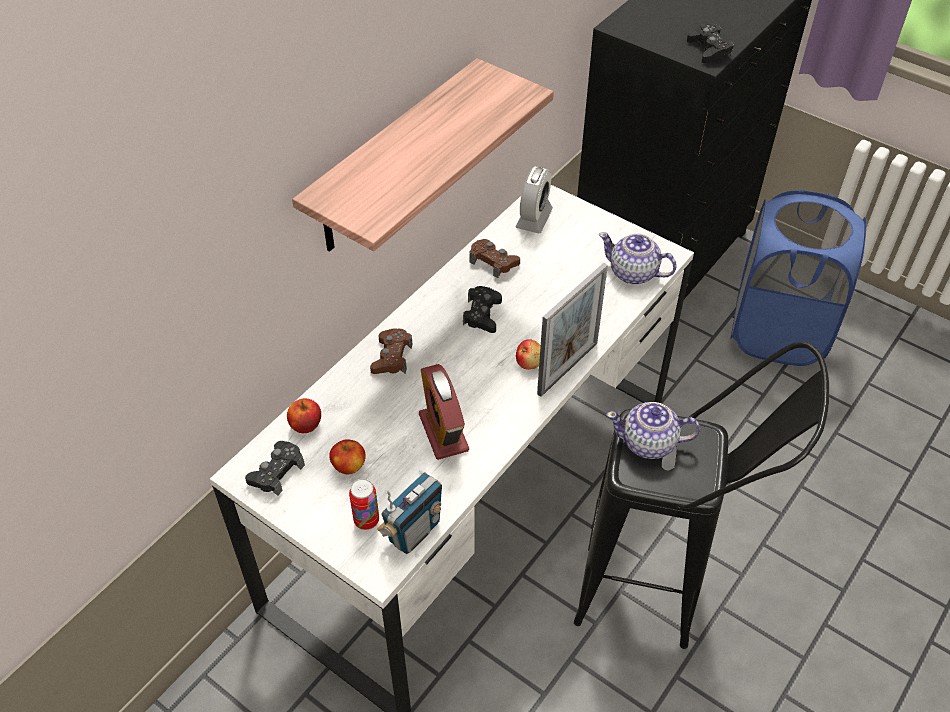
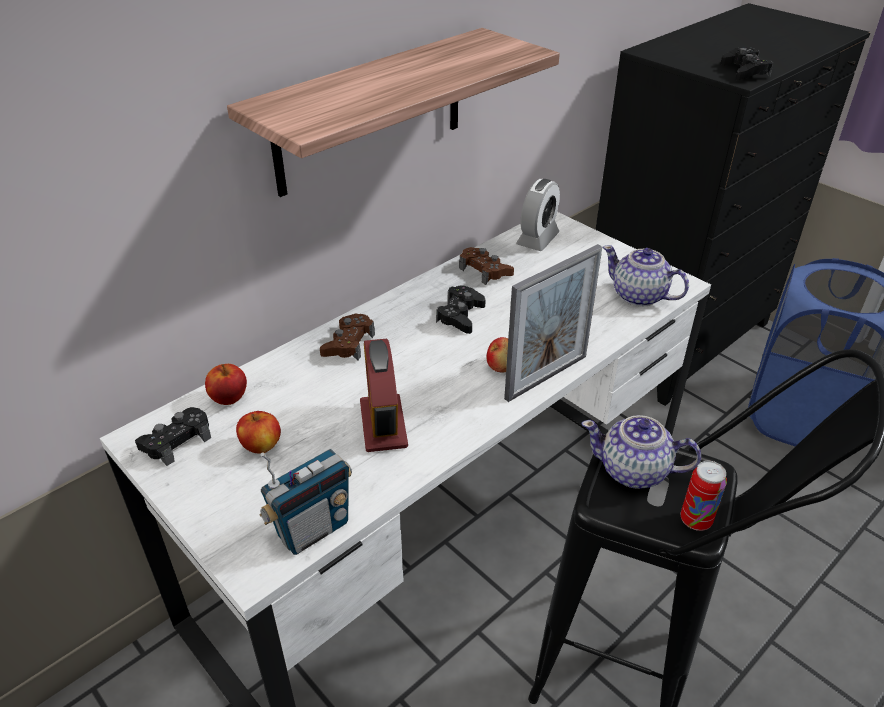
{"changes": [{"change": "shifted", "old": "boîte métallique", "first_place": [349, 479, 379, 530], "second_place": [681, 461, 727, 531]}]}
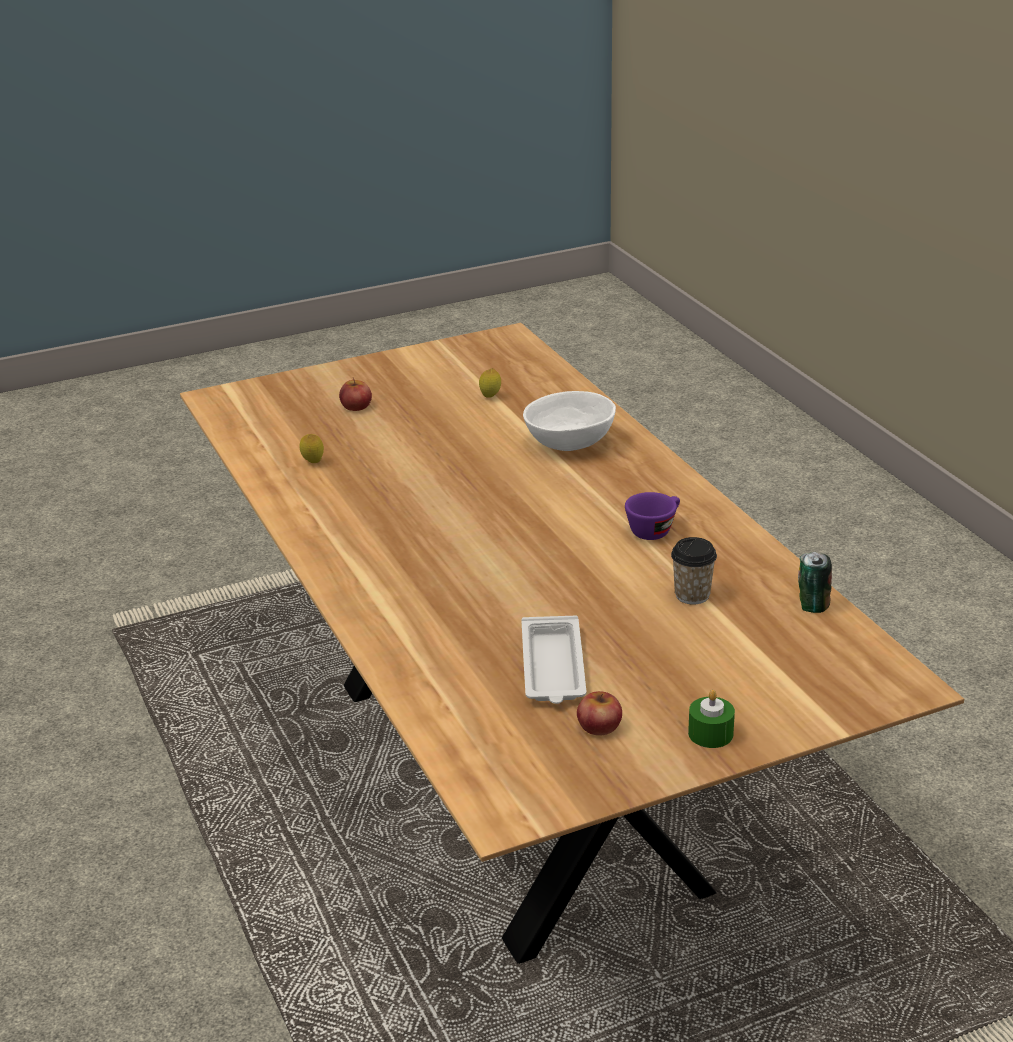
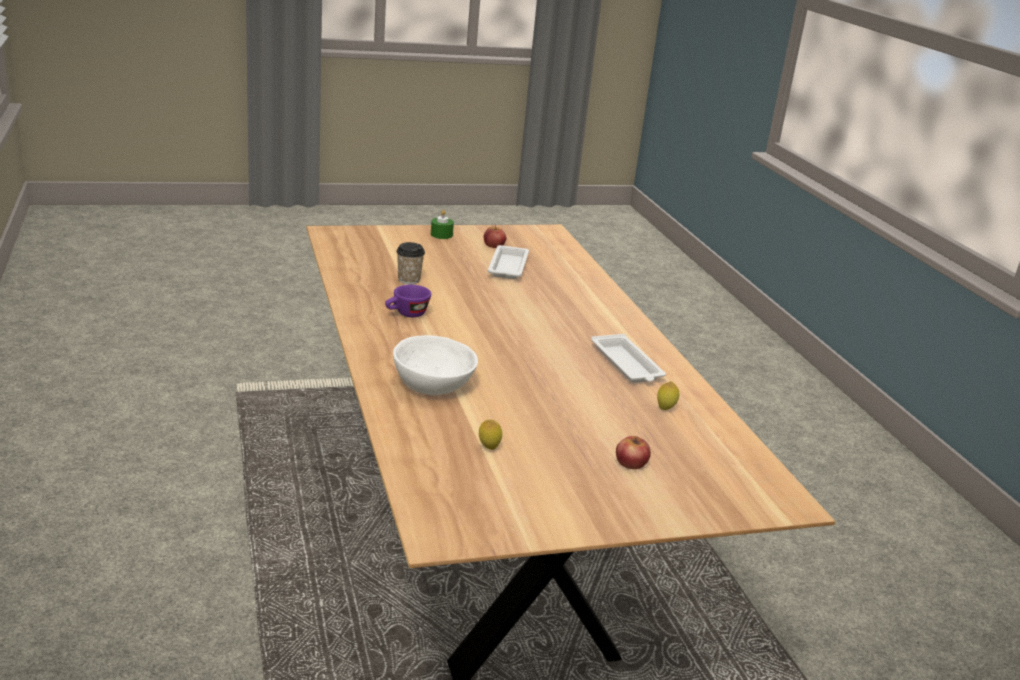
{"changes": [{"change": "gone", "old": "boîte métallique", "first_place": [798, 552, 832, 613]}, {"change": "new", "new": "plateau [blanc]", "second_place": [591, 334, 666, 383]}]}
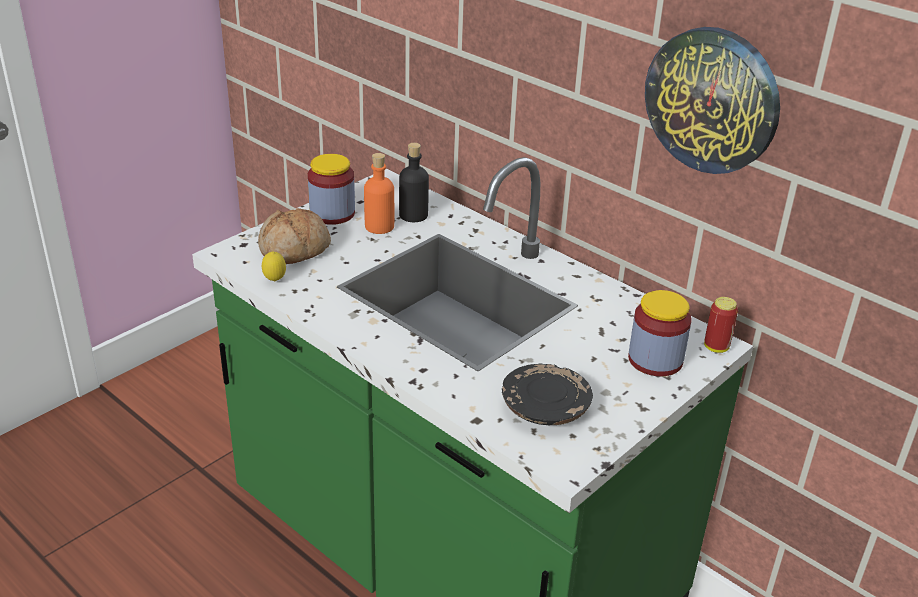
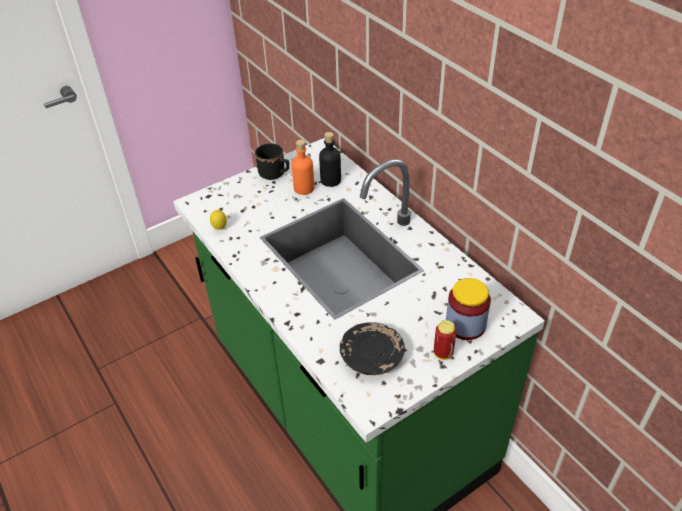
{"changes": [{"change": "gone", "old": "horloge murale", "first_place": [645, 27, 780, 174]}, {"change": "swapped", "old": "bocal", "new": "mug [noir]", "first_place": [308, 154, 355, 225], "second_place": [255, 143, 289, 180]}, {"change": "gone", "old": "pain", "first_place": [258, 208, 331, 264]}, {"change": "shifted", "old": "boîte métallique", "first_place": [704, 297, 738, 353], "second_place": [434, 320, 457, 360]}]}
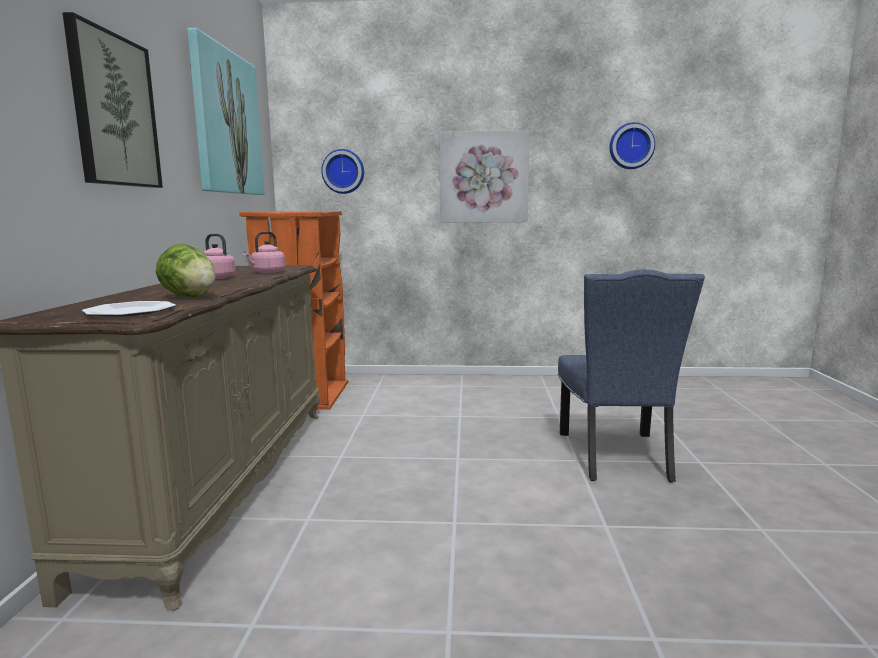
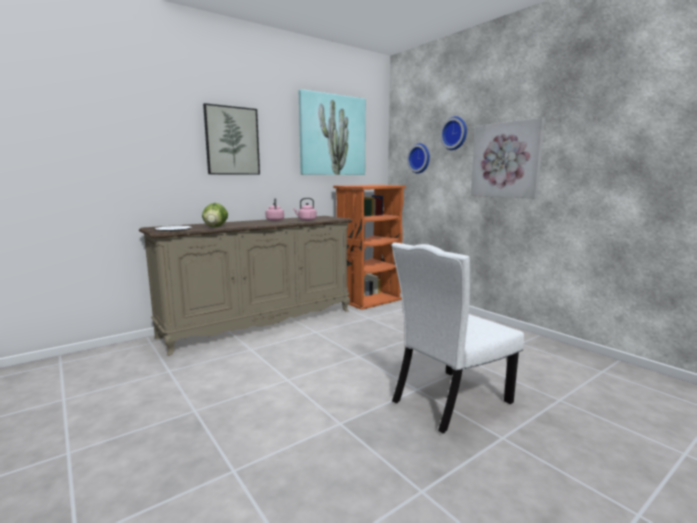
{"changes": [{"change": "shifted", "old": "horloge murale", "first_place": [610, 122, 655, 169], "second_place": [440, 116, 467, 150]}, {"change": "repainted", "old": "chaise [bleu]", "new": "chaise [blanc]", "first_place": [558, 269, 705, 483], "second_place": [392, 242, 524, 433]}]}
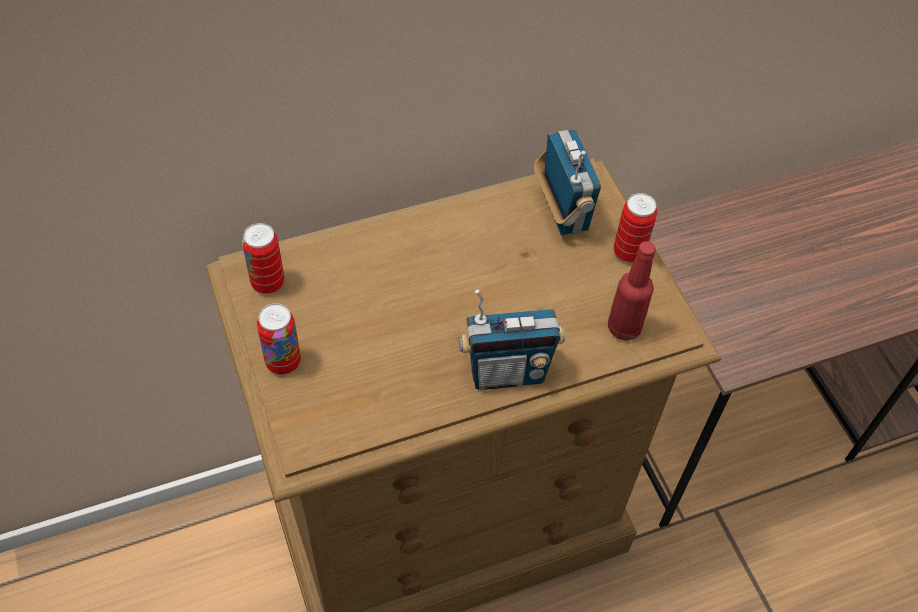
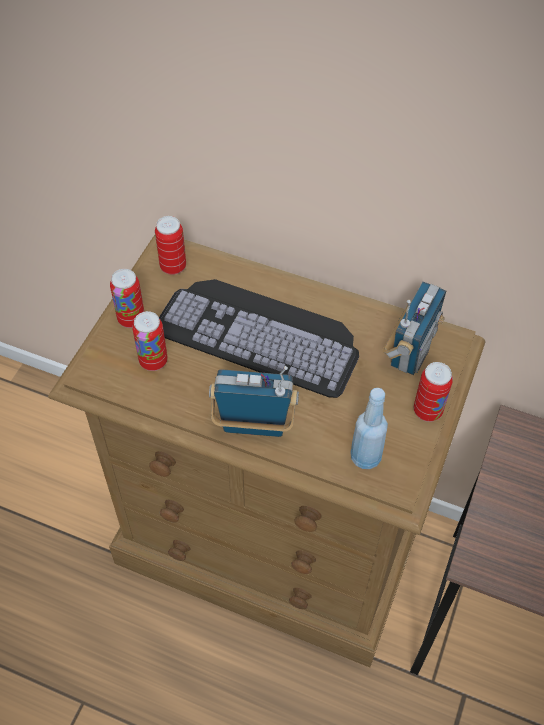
{"changes": [{"change": "repainted", "old": "bouteille [rouge]", "new": "bouteille [bleu]", "first_place": [608, 241, 656, 340], "second_place": [350, 388, 388, 469]}, {"change": "rotated", "old": "radio", "first_place": [459, 289, 565, 390], "second_place": [209, 366, 299, 437], "degrees": 150}, {"change": "new", "new": "clavier", "second_place": [159, 279, 359, 398]}, {"change": "new", "new": "boîte métallique", "second_place": [132, 311, 168, 371]}]}
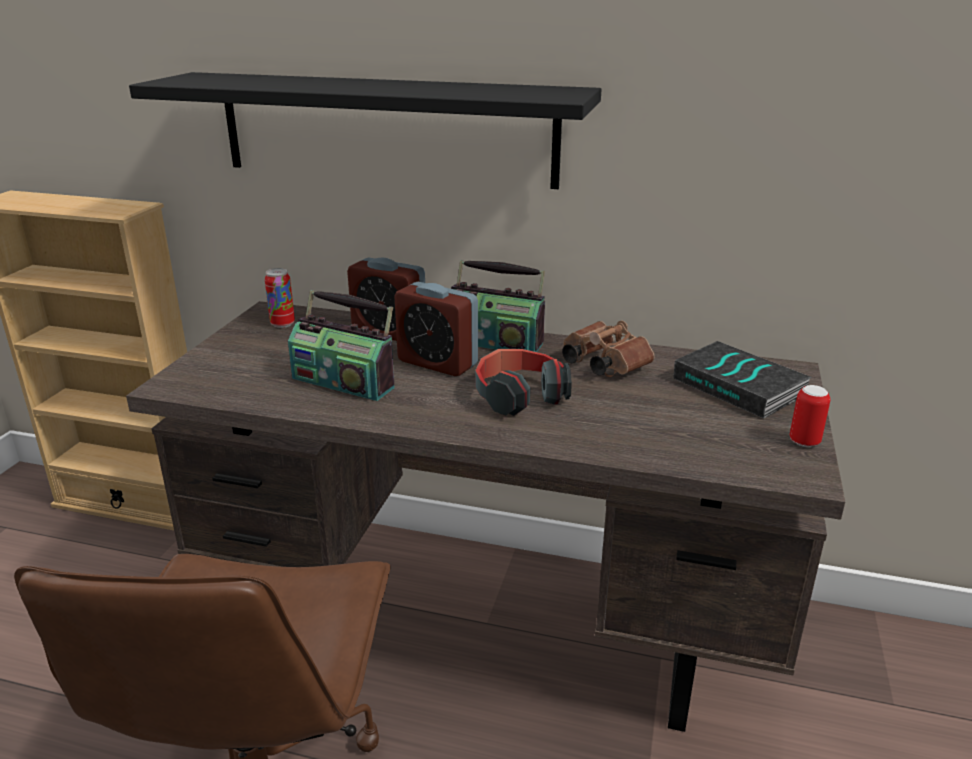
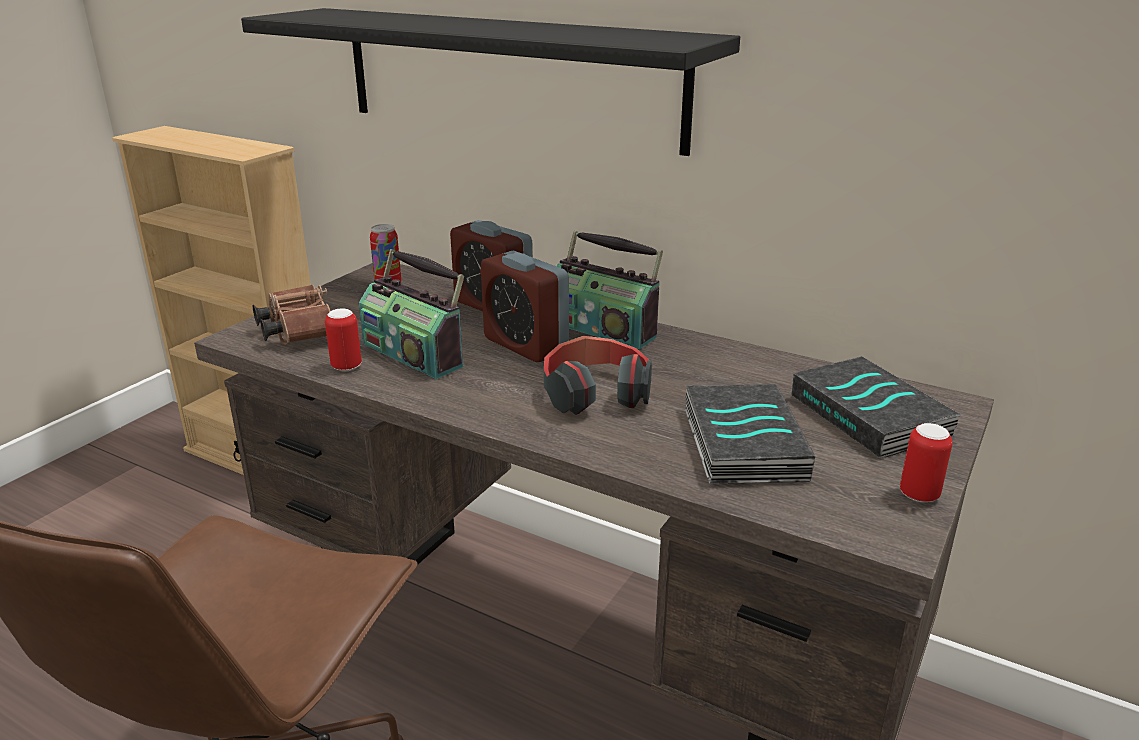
{"changes": [{"change": "shifted", "old": "jumelles [marron]", "first_place": [562, 321, 654, 377], "second_place": [253, 284, 330, 345]}, {"change": "new", "new": "boîte métallique", "second_place": [325, 308, 362, 371]}, {"change": "new", "new": "livre", "second_place": [685, 384, 815, 484]}]}
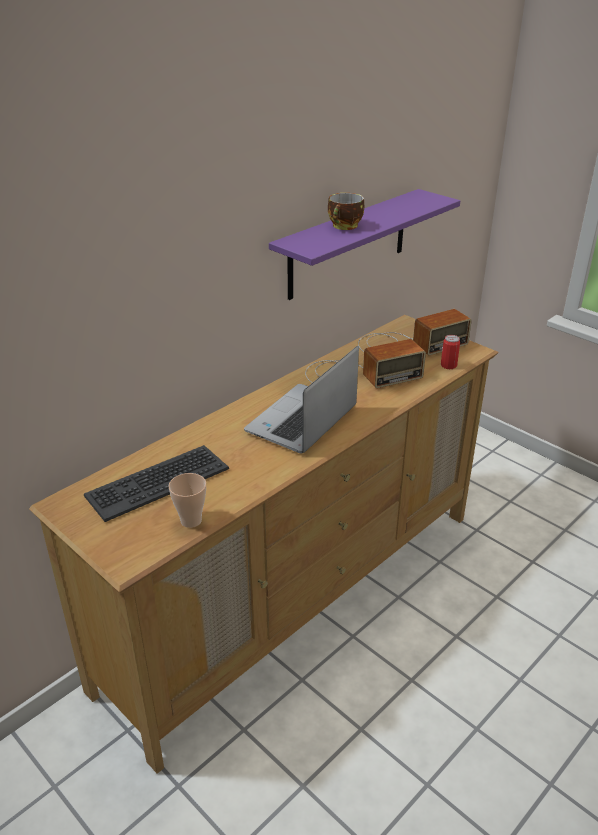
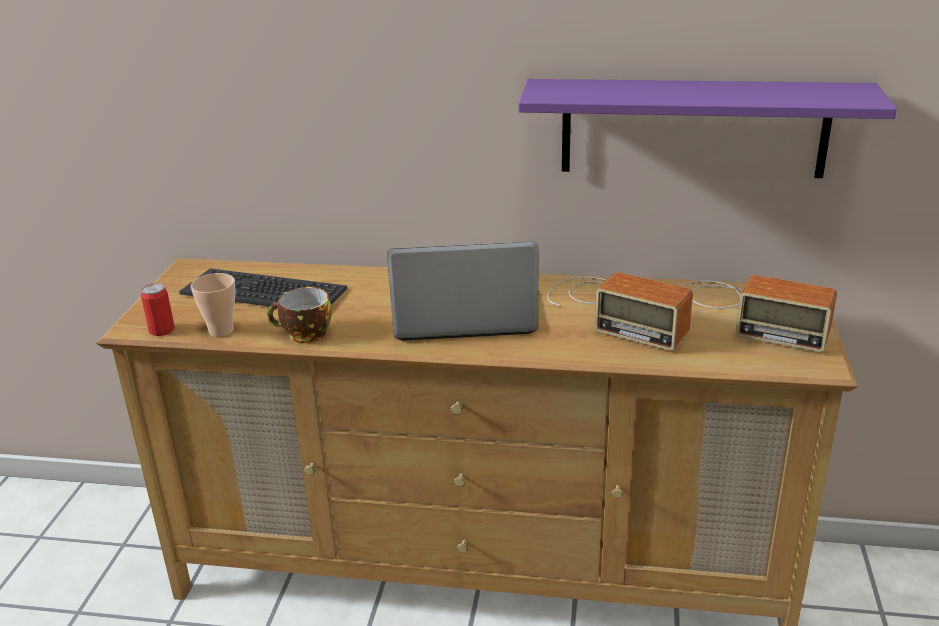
{"changes": [{"change": "shifted", "old": "tasse", "first_place": [328, 193, 364, 230], "second_place": [267, 287, 332, 343]}, {"change": "shifted", "old": "boîte métallique", "first_place": [441, 335, 460, 369], "second_place": [141, 283, 175, 336]}]}
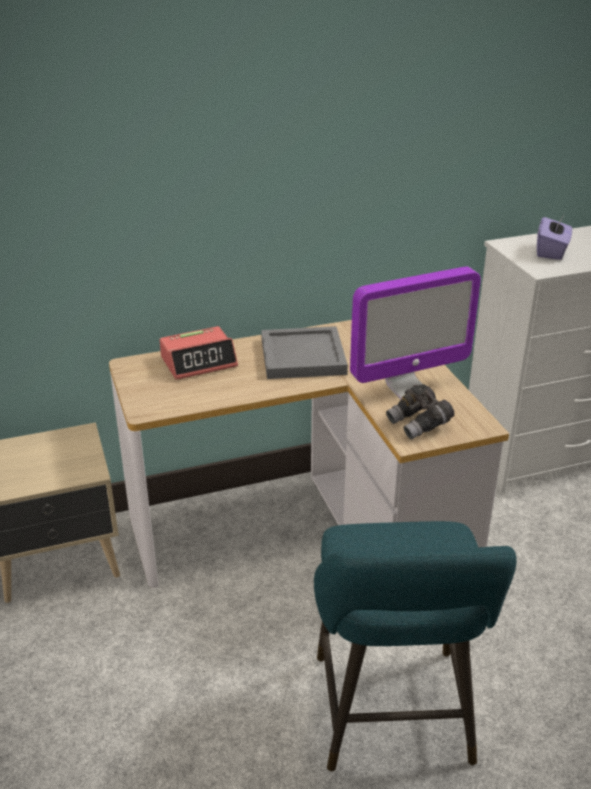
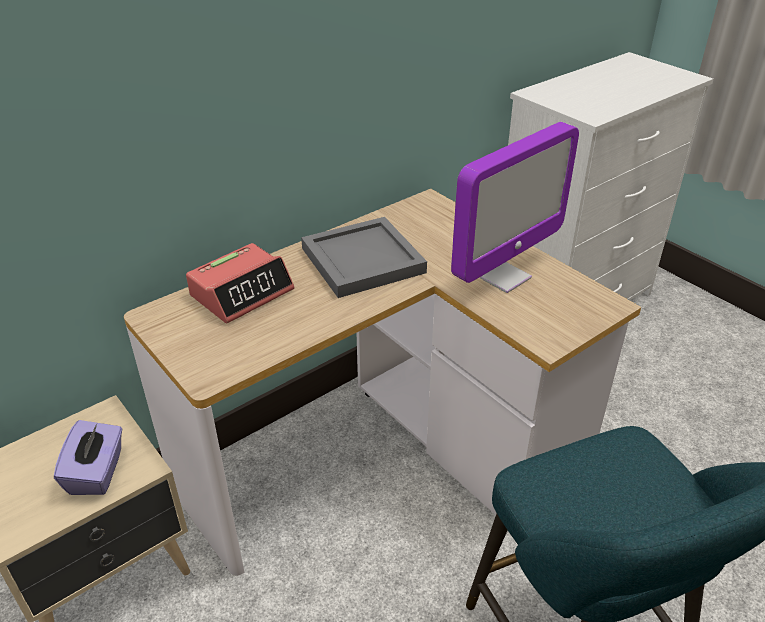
{"changes": [{"change": "shifted", "old": "boîte à mouchoirs [violet]", "first_place": [537, 215, 573, 260], "second_place": [54, 420, 122, 495]}, {"change": "gone", "old": "jumelles [gris]", "first_place": [386, 384, 454, 440]}]}
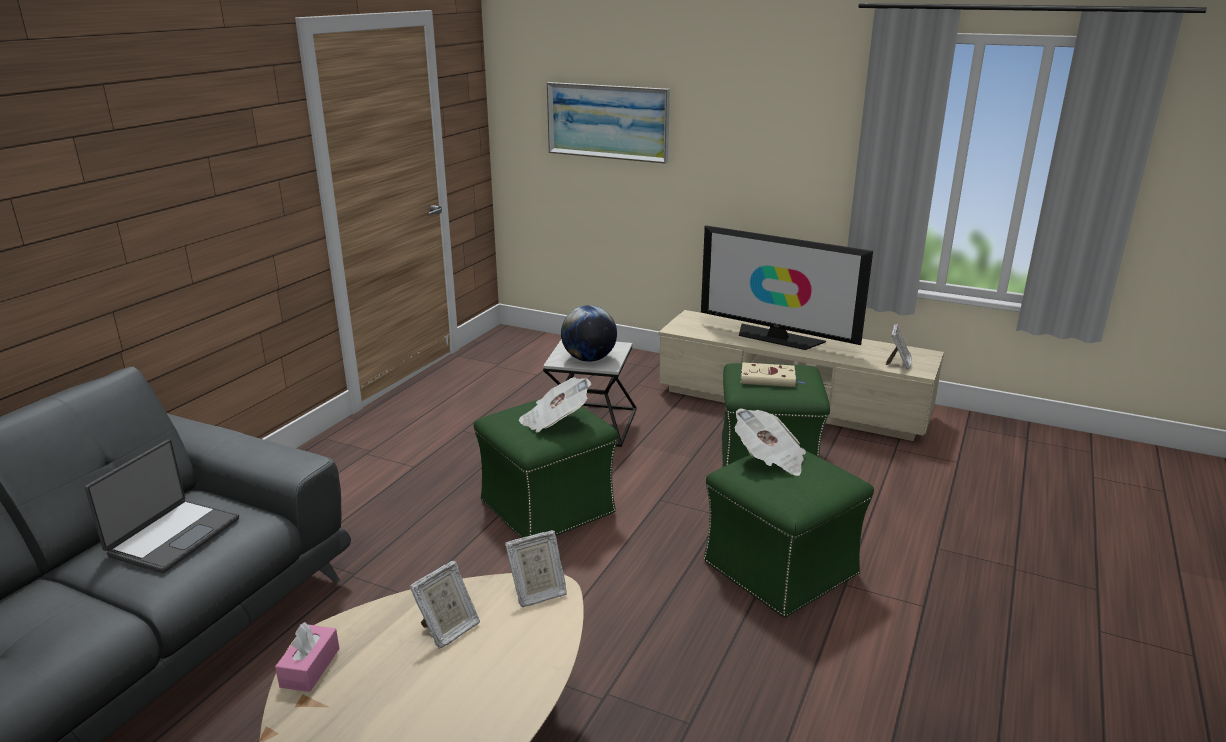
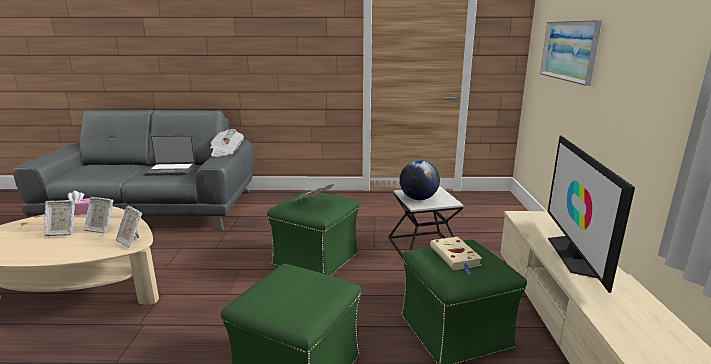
{"changes": [{"change": "shifted", "old": "cadre photo", "first_place": [886, 324, 912, 370], "second_place": [45, 200, 75, 236]}, {"change": "shifted", "old": "journal", "first_place": [735, 408, 806, 476], "second_place": [210, 129, 244, 157]}]}
